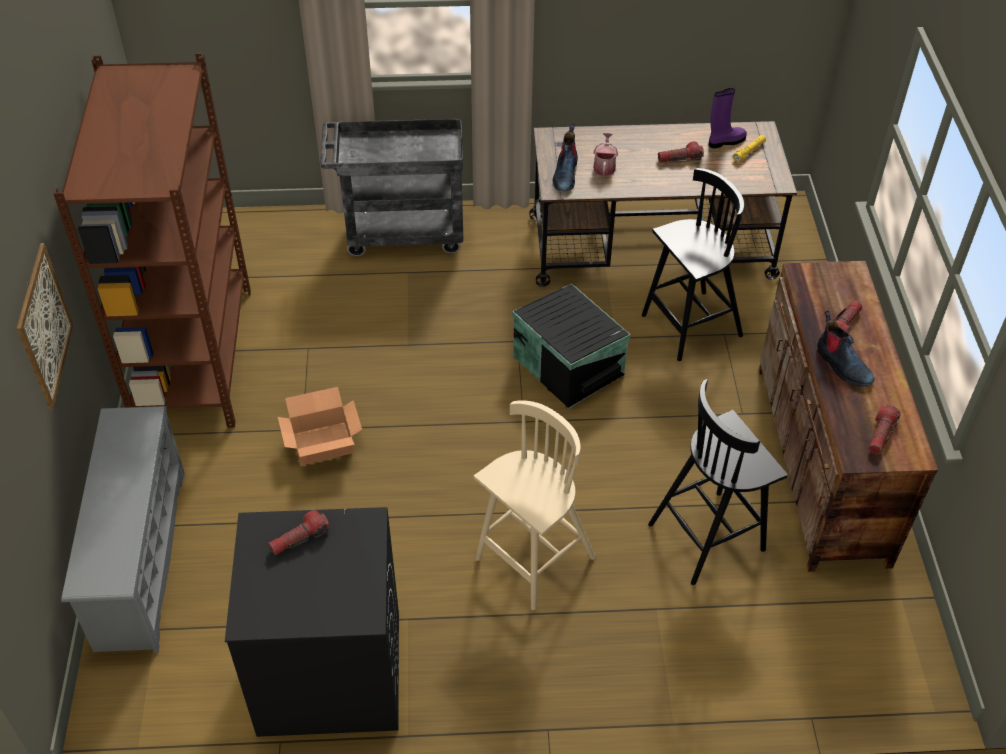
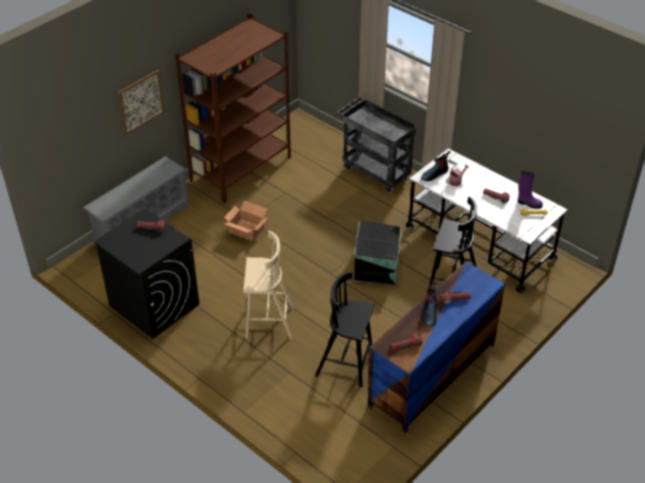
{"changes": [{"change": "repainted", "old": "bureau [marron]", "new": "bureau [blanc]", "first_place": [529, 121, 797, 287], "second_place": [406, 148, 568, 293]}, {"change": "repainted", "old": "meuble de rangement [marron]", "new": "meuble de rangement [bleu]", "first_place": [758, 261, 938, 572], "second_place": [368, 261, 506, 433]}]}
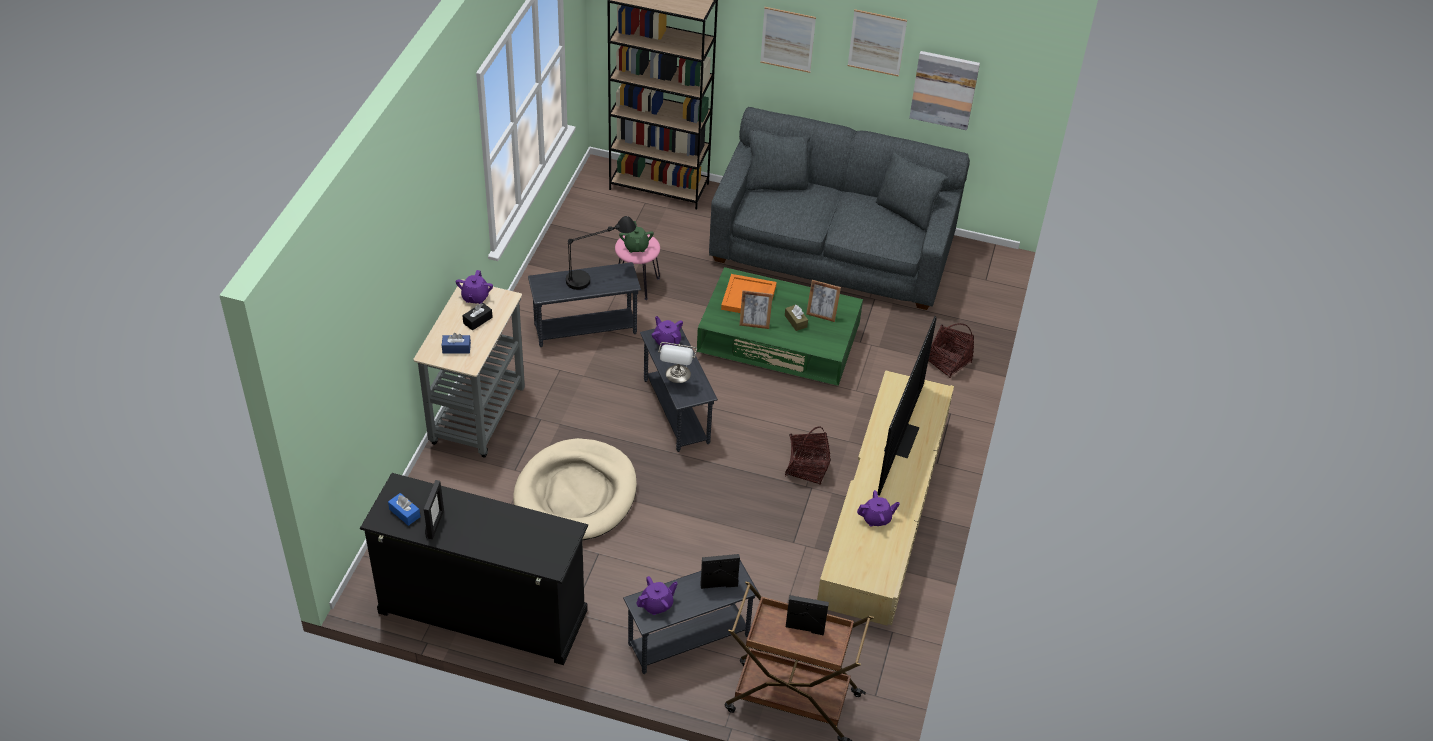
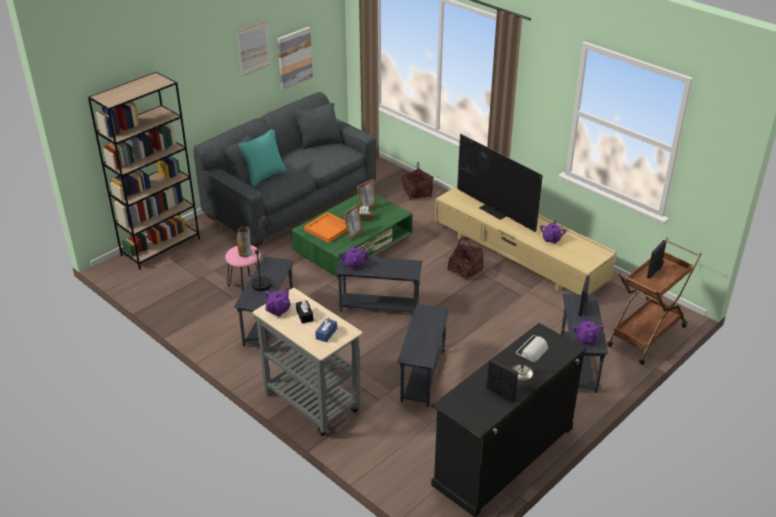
{"changes": [{"change": "gone", "old": "tableau", "first_place": [760, 7, 816, 73]}, {"change": "swapped", "old": "théière [vert]", "new": "vase", "first_place": [619, 221, 654, 253], "second_place": [237, 227, 252, 257]}, {"change": "rotated", "old": "théière [violet]", "first_place": [456, 270, 493, 304], "second_place": [265, 288, 291, 317], "degrees": -90}, {"change": "shifted", "old": "lampe de table [blanc]", "first_place": [658, 342, 697, 383], "second_place": [511, 335, 548, 381]}, {"change": "swapped", "old": "panier pour chien [beige]", "new": "table d'appoint [gris]", "first_place": [513, 438, 637, 540], "second_place": [397, 304, 450, 407]}, {"change": "gone", "old": "boîte à mouchoirs [bleu]", "first_place": [388, 493, 420, 526]}, {"change": "new", "new": "coussin [turquoise]", "second_place": [239, 129, 286, 187]}]}
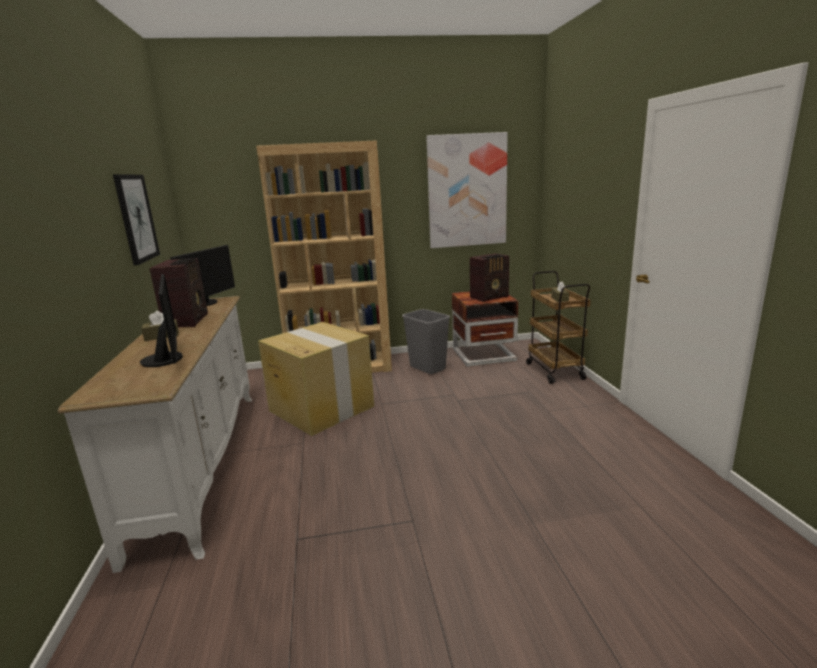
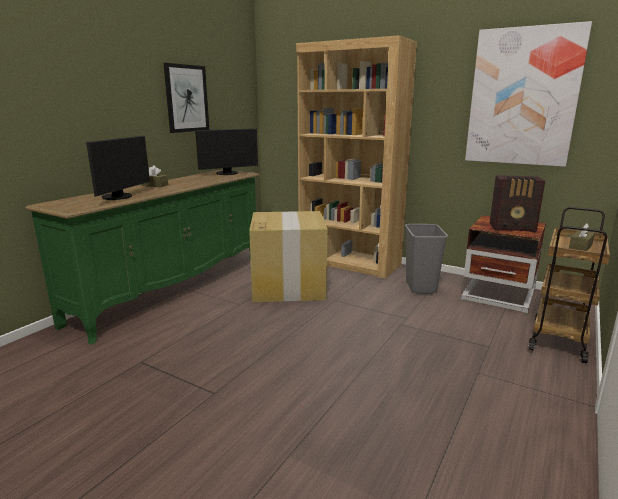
{"changes": [{"change": "gone", "old": "radio", "first_place": [149, 258, 208, 328]}, {"change": "repainted", "old": "meuble de rangement [blanc]", "new": "meuble de rangement [vert]", "first_place": [58, 296, 252, 573], "second_place": [25, 170, 260, 344]}]}
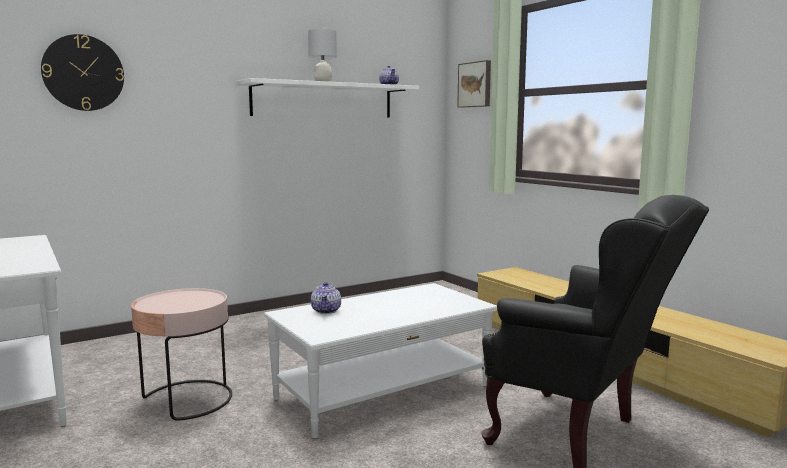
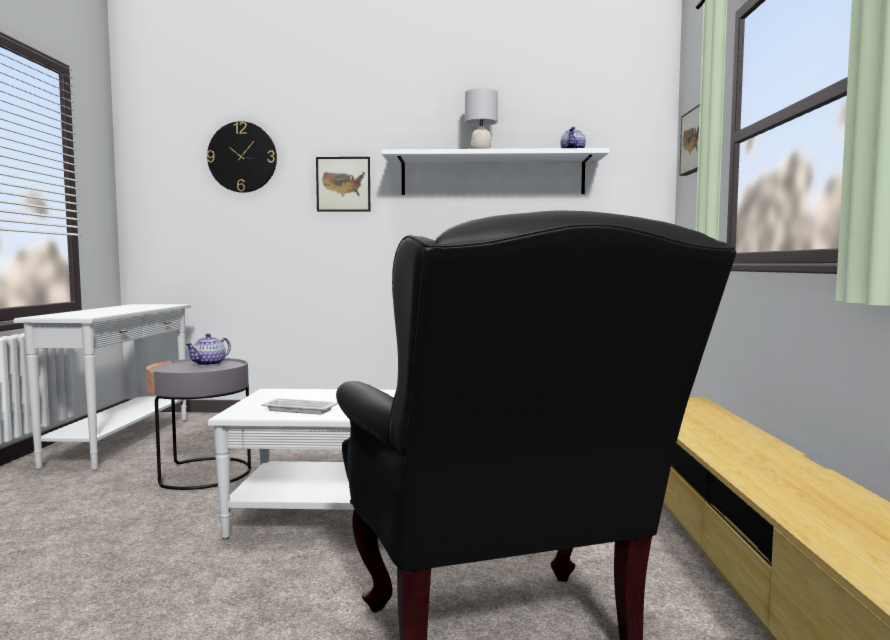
{"changes": [{"change": "shifted", "old": "théière", "first_place": [311, 282, 341, 314], "second_place": [185, 333, 231, 366]}, {"change": "repainted", "old": "table d'appoint [rose]", "new": "table d'appoint [gris]", "first_place": [131, 288, 232, 421], "second_place": [146, 358, 251, 490]}, {"change": "new", "new": "tableau", "second_place": [316, 157, 370, 212]}, {"change": "new", "new": "plateau [blanc]", "second_place": [262, 398, 338, 414]}]}
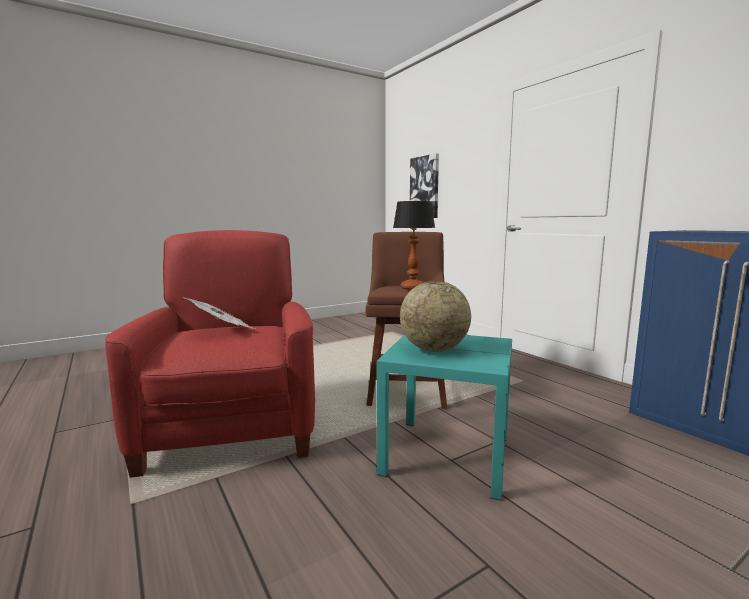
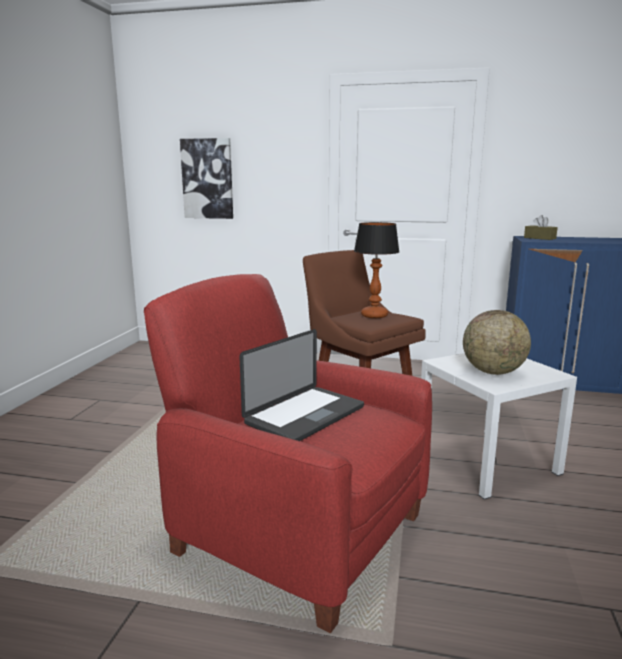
{"changes": [{"change": "swapped", "old": "journal", "new": "ordinateur portable", "first_place": [185, 298, 255, 329], "second_place": [239, 329, 364, 441]}, {"change": "repainted", "old": "table d'appoint [turquoise]", "new": "table d'appoint [blanc]", "first_place": [377, 334, 512, 500], "second_place": [421, 353, 577, 500]}, {"change": "new", "new": "boîte à mouchoirs [marron]", "second_place": [524, 215, 558, 240]}]}
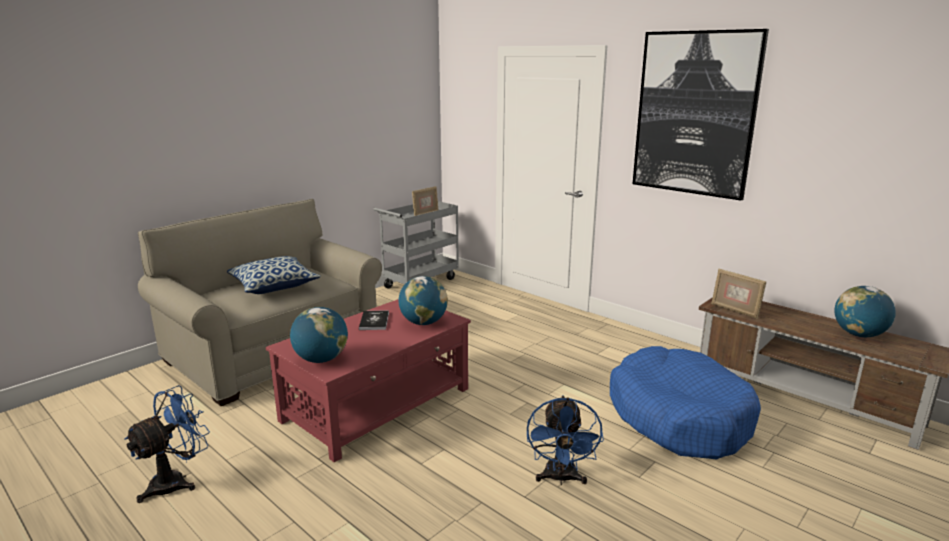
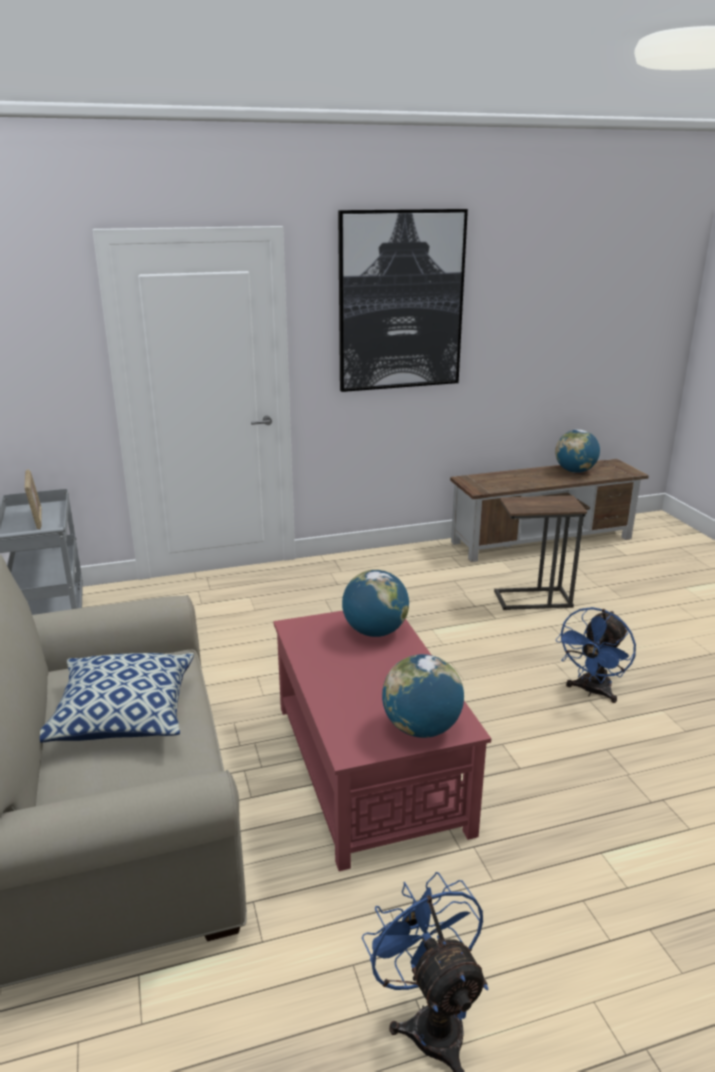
{"changes": [{"change": "gone", "old": "cadre photo", "first_place": [711, 269, 766, 319]}, {"change": "gone", "old": "livre", "first_place": [359, 310, 389, 330]}, {"change": "swapped", "old": "panier pour chien [bleu]", "new": "table d'appoint [marron]", "first_place": [610, 346, 761, 460], "second_place": [494, 496, 587, 610]}, {"change": "rotated", "old": "ventilateur [bleu]", "first_place": [527, 395, 604, 485], "second_place": [556, 607, 636, 703], "degrees": 90}]}
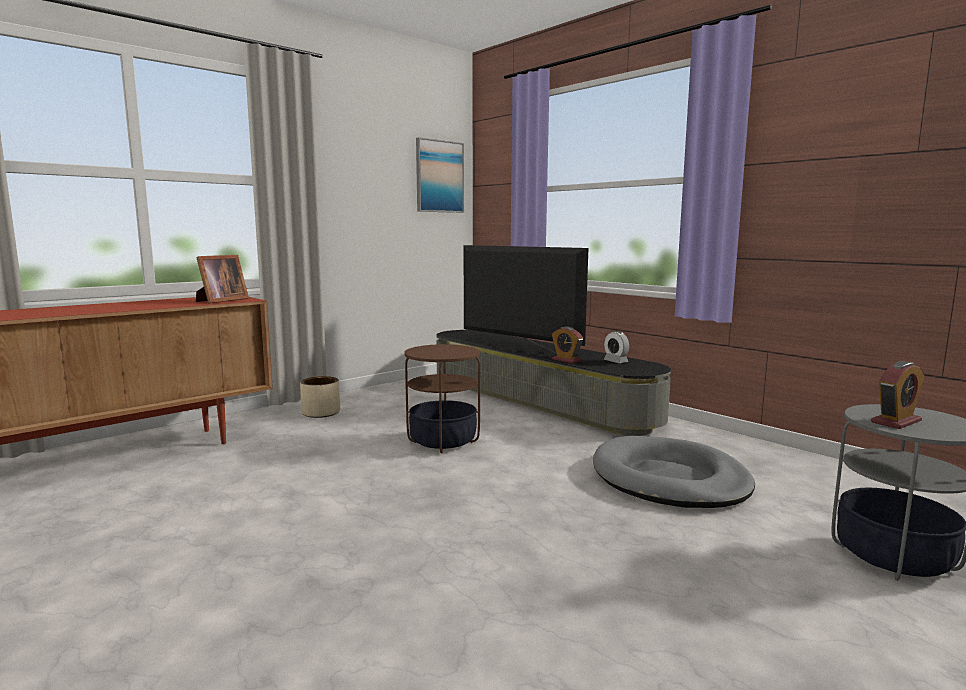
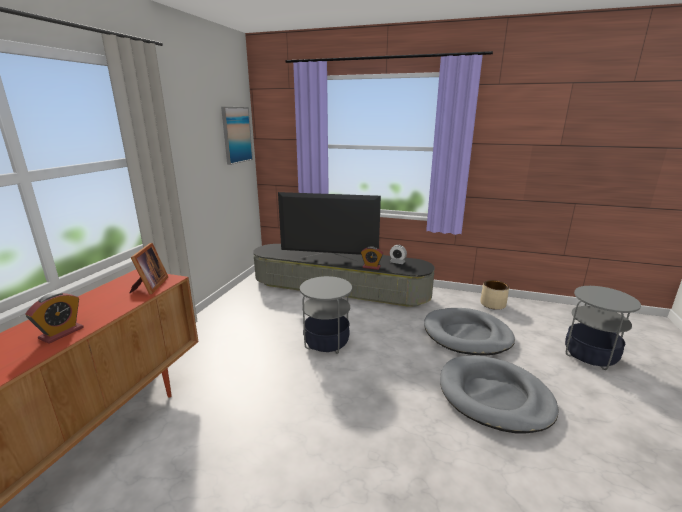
{"changes": [{"change": "repainted", "old": "table d'appoint [marron]", "new": "table d'appoint [gris]", "first_place": [404, 344, 480, 453], "second_place": [300, 276, 352, 354]}, {"change": "shifted", "old": "réveil", "first_place": [871, 361, 925, 429], "second_place": [25, 292, 84, 344]}, {"change": "shifted", "old": "cache-pot [beige]", "first_place": [300, 376, 340, 418], "second_place": [480, 280, 509, 310]}, {"change": "new", "new": "panier pour chien [gris]", "second_place": [440, 356, 559, 434]}]}
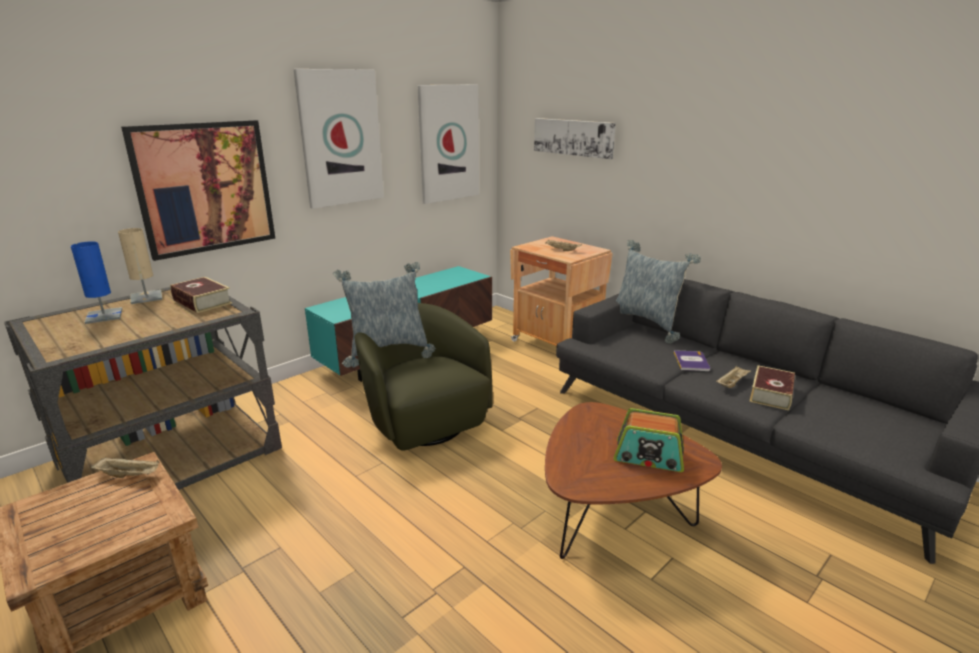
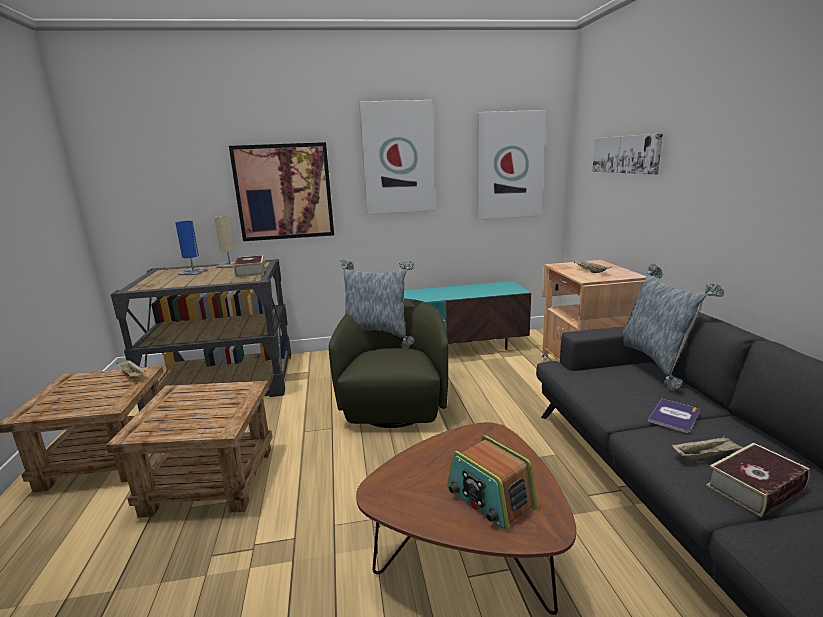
{"changes": [{"change": "new", "new": "table d'appoint [marron]", "second_place": [106, 381, 272, 518]}]}
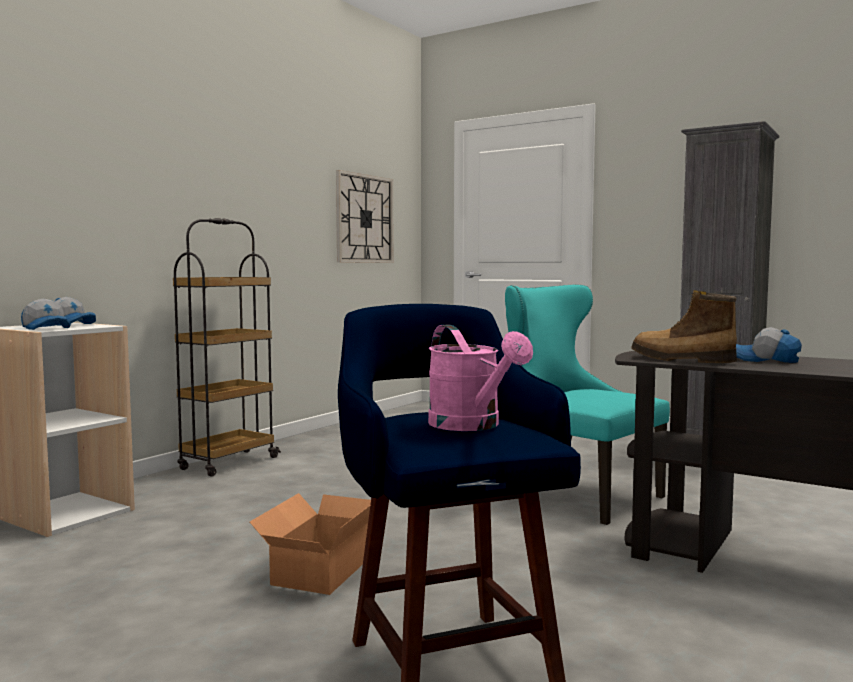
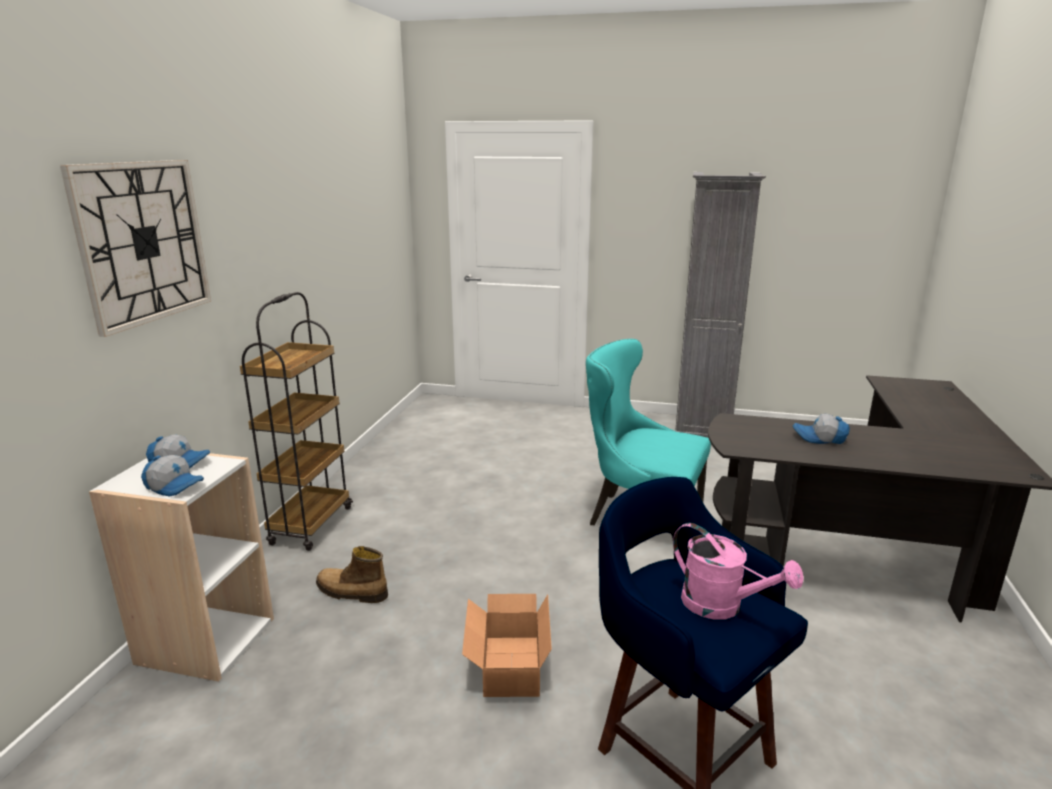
{"changes": [{"change": "shifted", "old": "horloge murale", "first_place": [336, 170, 394, 263], "second_place": [60, 160, 211, 337]}, {"change": "shifted", "old": "botte", "first_place": [631, 290, 737, 363], "second_place": [316, 546, 388, 603]}]}
